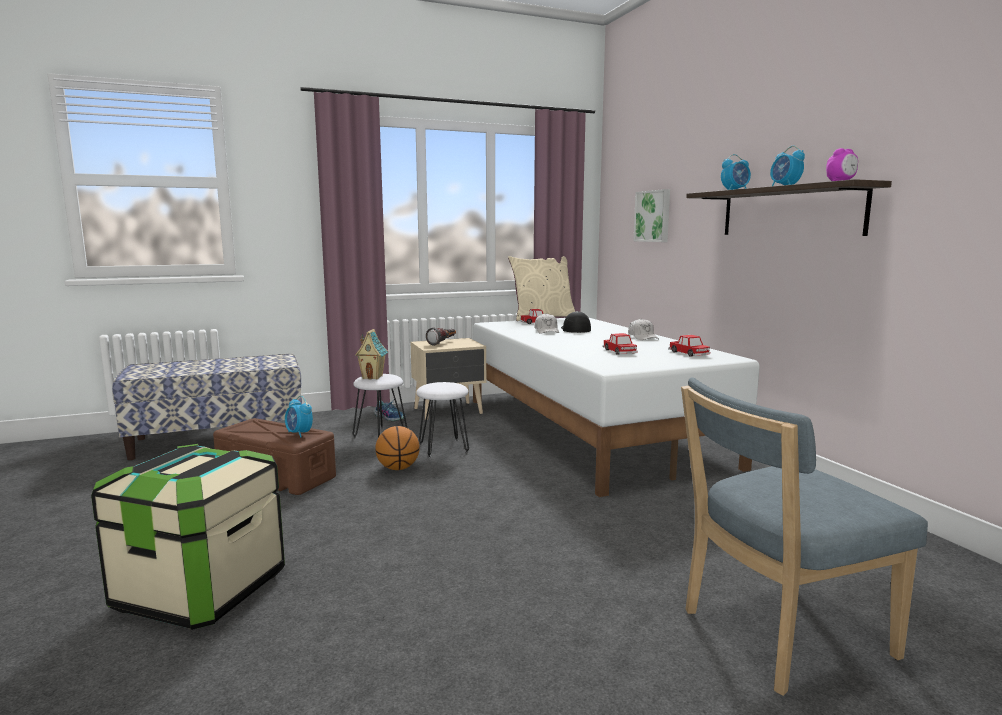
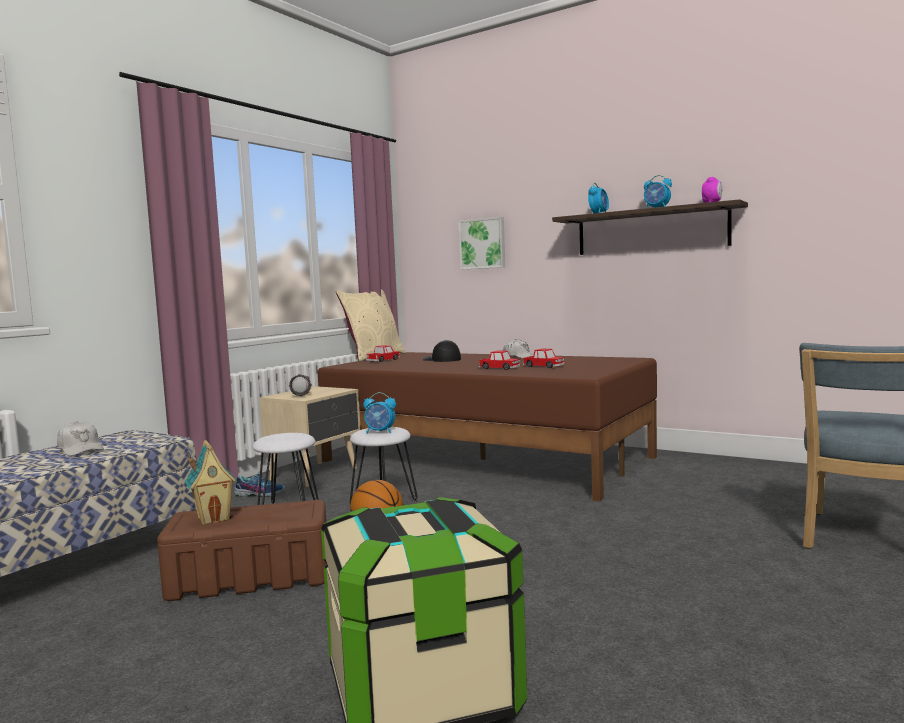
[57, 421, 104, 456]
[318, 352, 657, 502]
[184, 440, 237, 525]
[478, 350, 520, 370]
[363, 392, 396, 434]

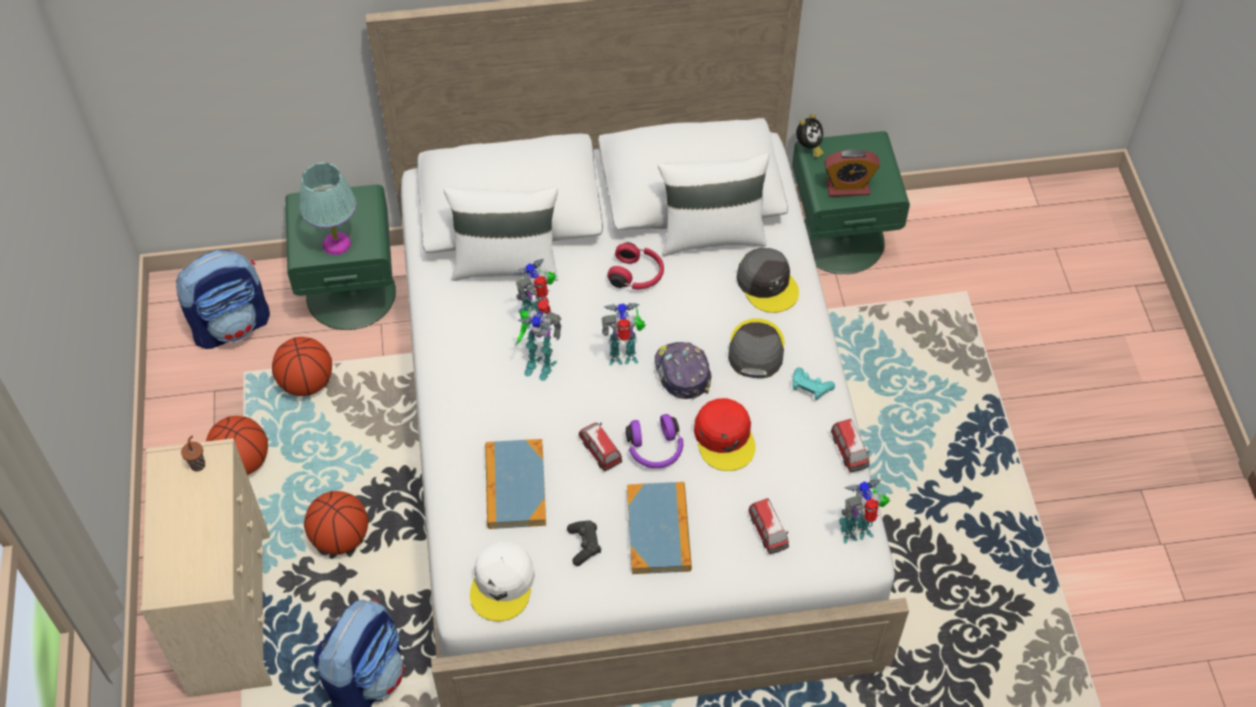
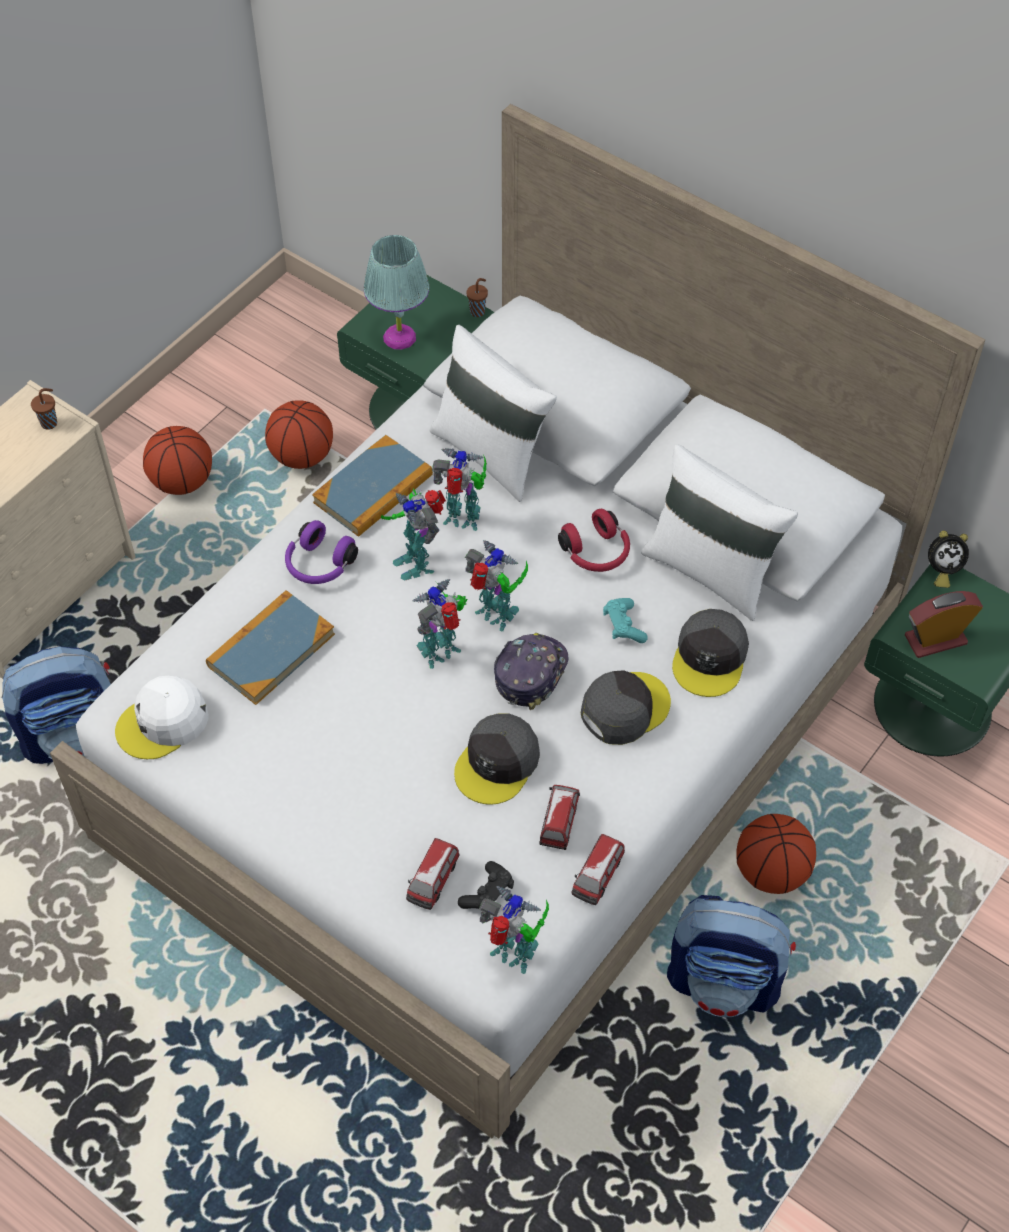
[905, 591, 983, 658]
[667, 895, 796, 1017]
[603, 598, 648, 643]
[454, 713, 540, 805]
[285, 520, 358, 584]
[540, 785, 580, 850]
[312, 435, 433, 537]
[736, 814, 816, 894]
[458, 861, 514, 909]
[466, 278, 488, 317]
[412, 579, 467, 669]

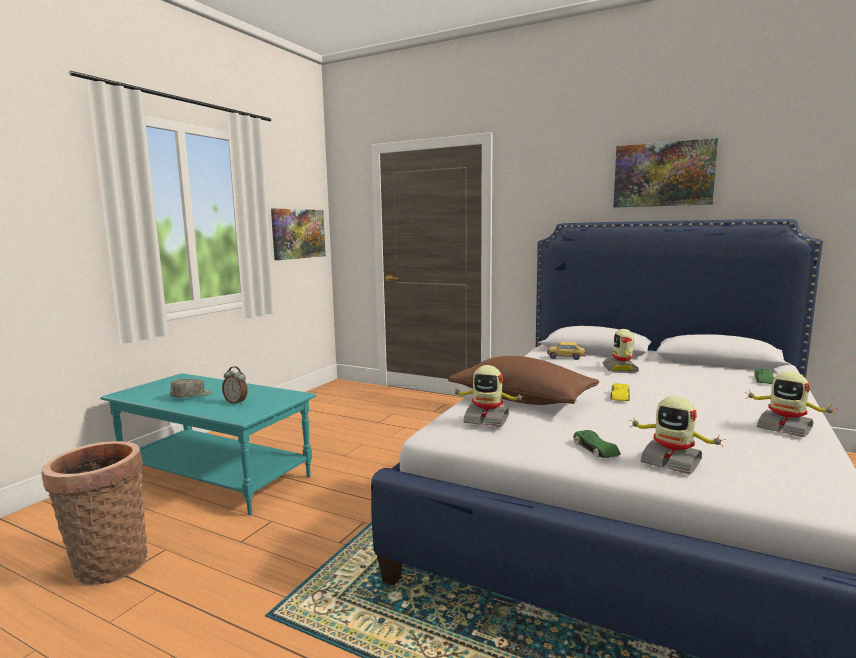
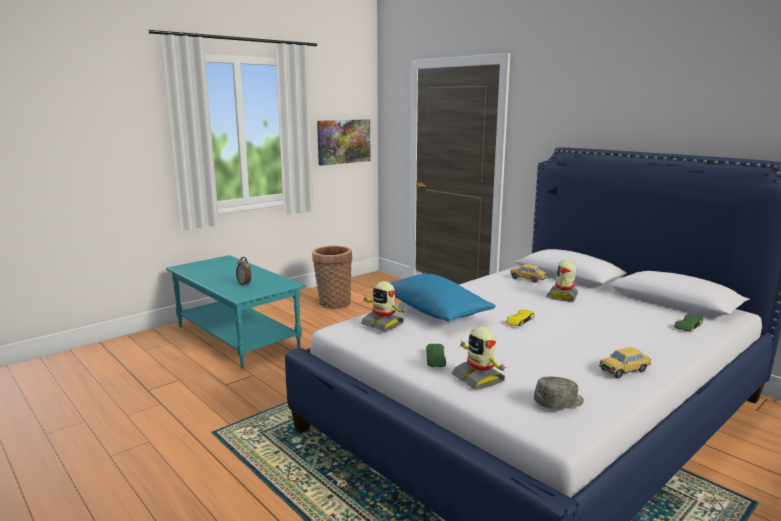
[613, 138, 718, 208] (first image)
[390, 274, 496, 322]
[599, 347, 651, 378]
[534, 377, 584, 410]
[312, 246, 352, 309]

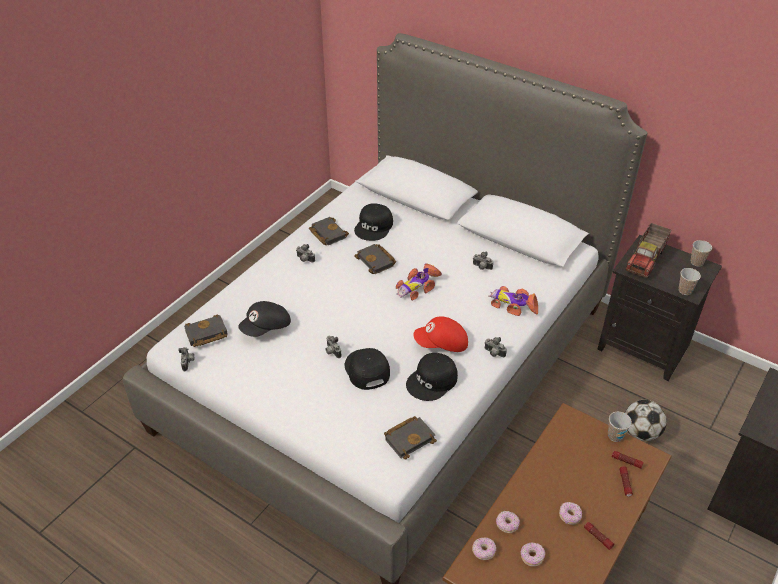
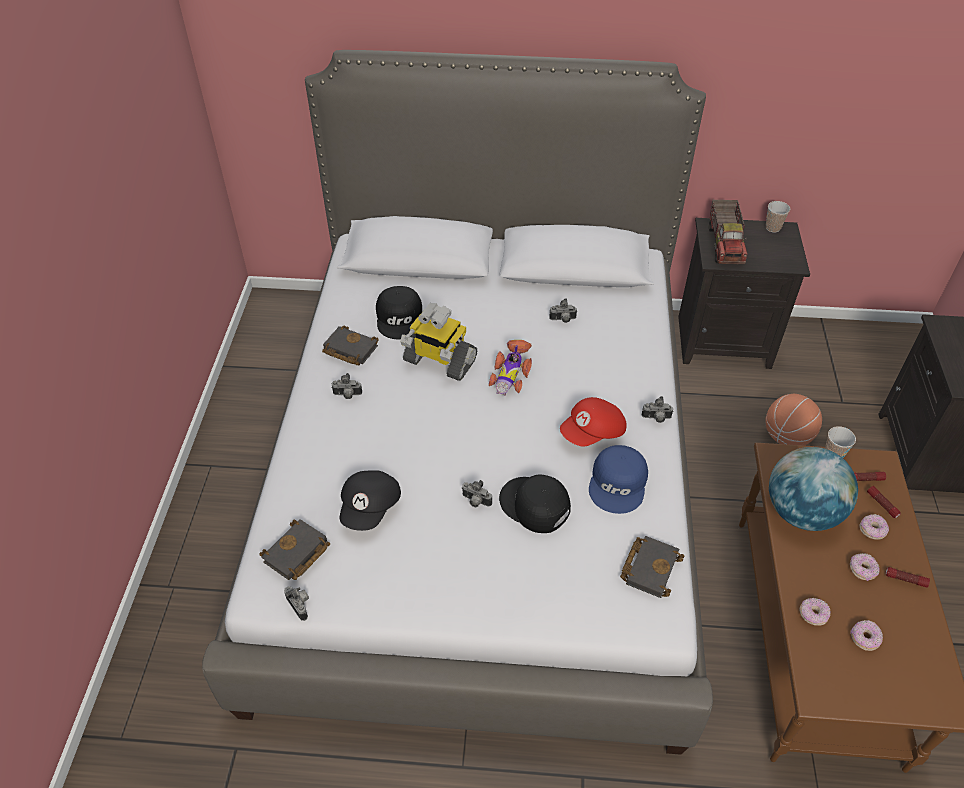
[400, 303, 477, 381]
[679, 268, 701, 295] (first image)
[488, 286, 538, 316] (first image)
[589, 445, 648, 514]
[765, 394, 822, 446]
[860, 514, 889, 540]
[769, 447, 858, 531]

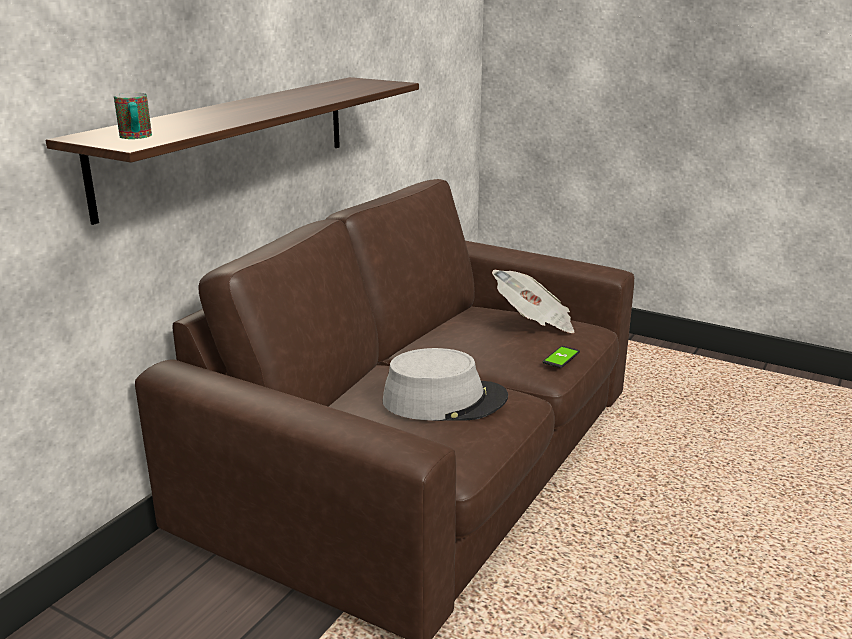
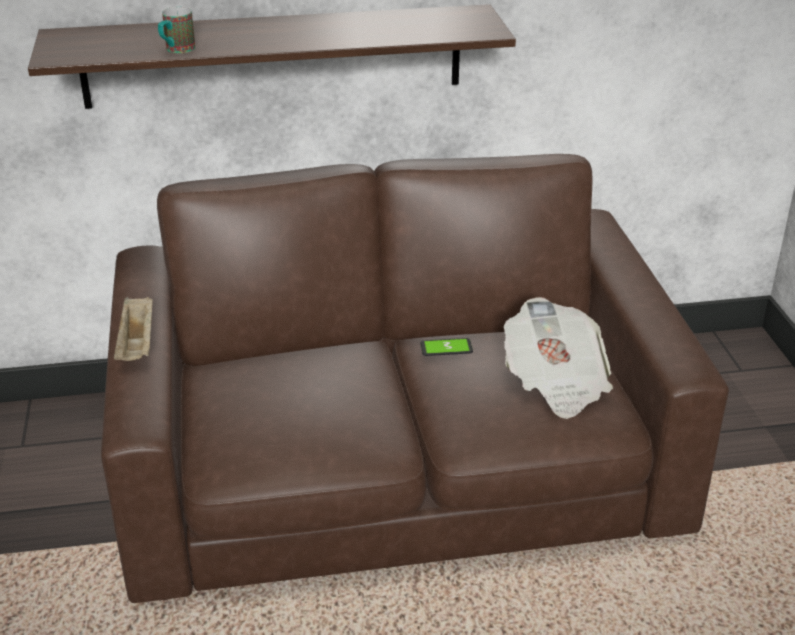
[158, 7, 195, 53]
[420, 338, 473, 356]
[383, 348, 508, 421] (first image)
[114, 297, 153, 361]

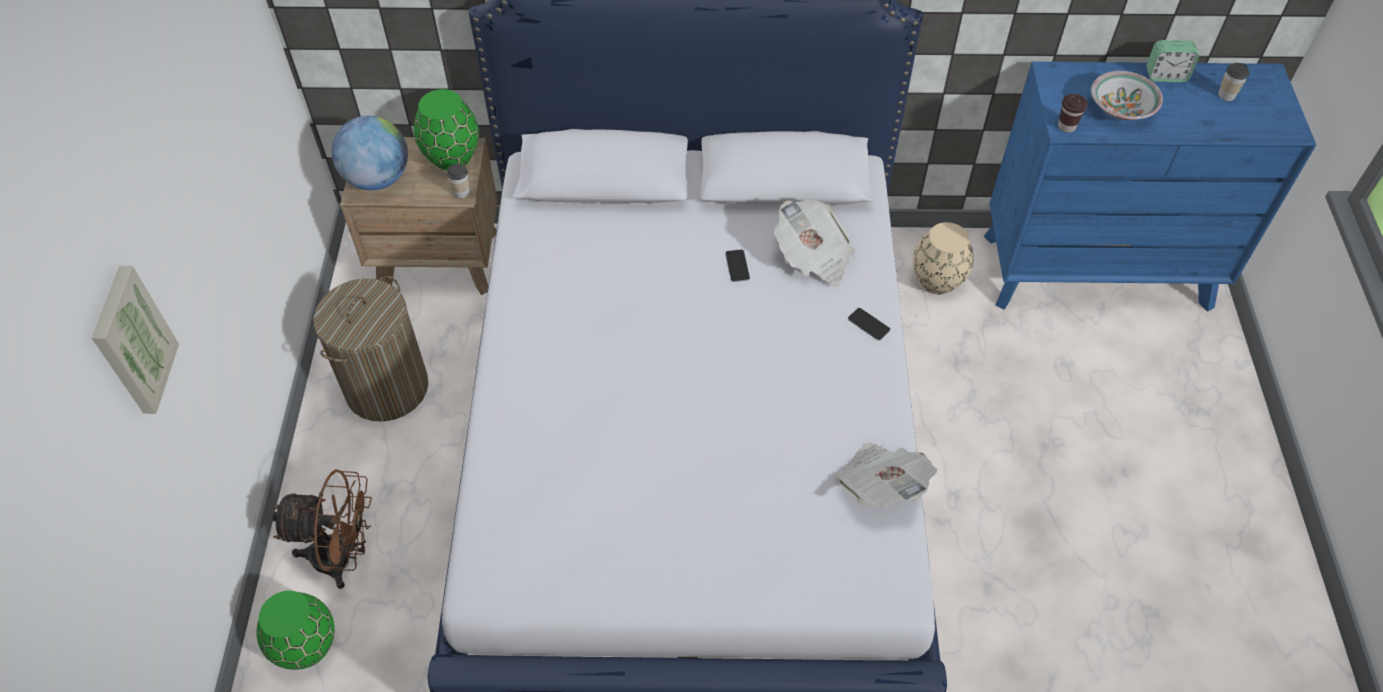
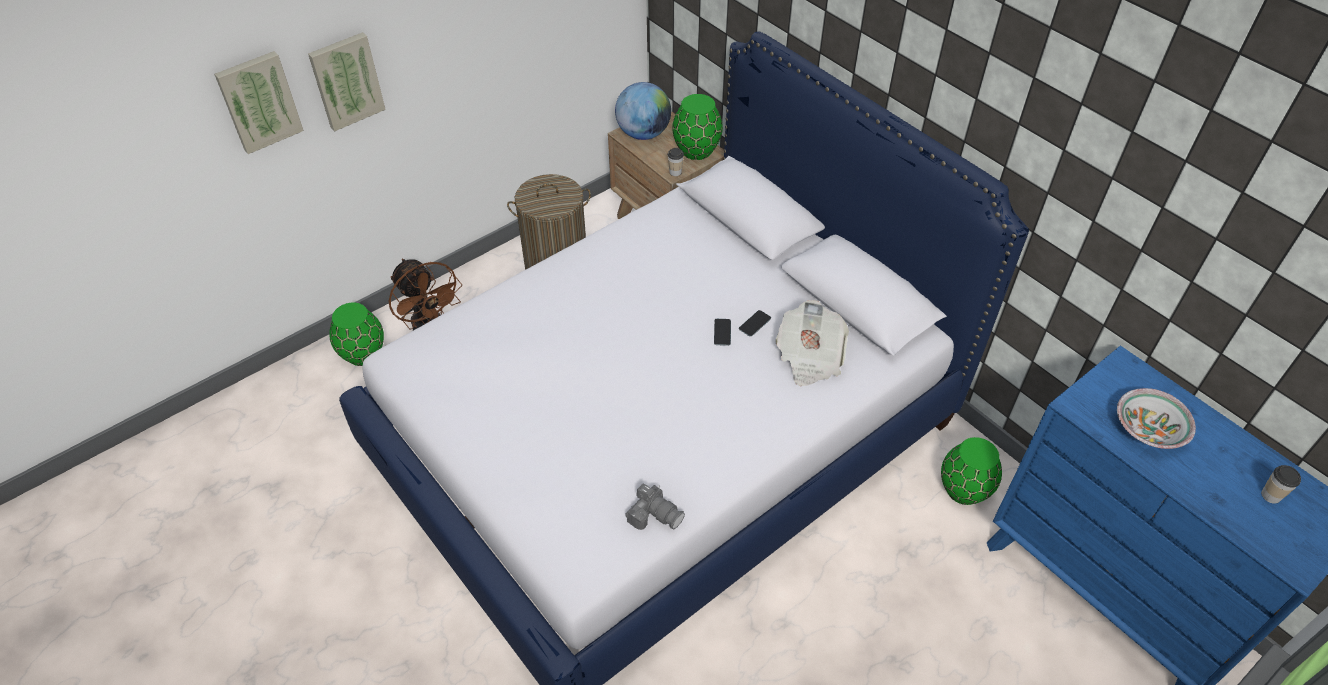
[1146, 40, 1199, 82] (first image)
[1058, 94, 1088, 133] (first image)
[941, 437, 1002, 505]
[714, 319, 731, 346]
[625, 483, 685, 530]
[214, 51, 304, 154]

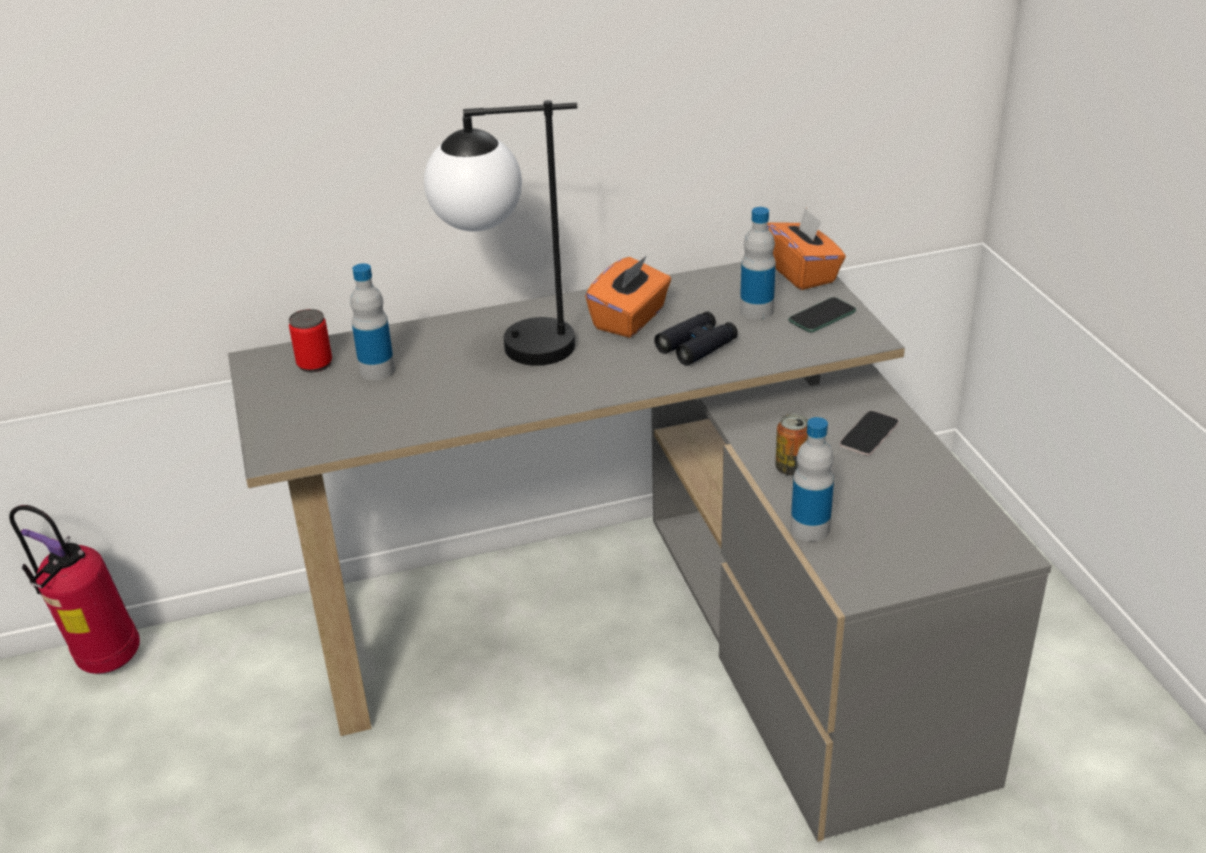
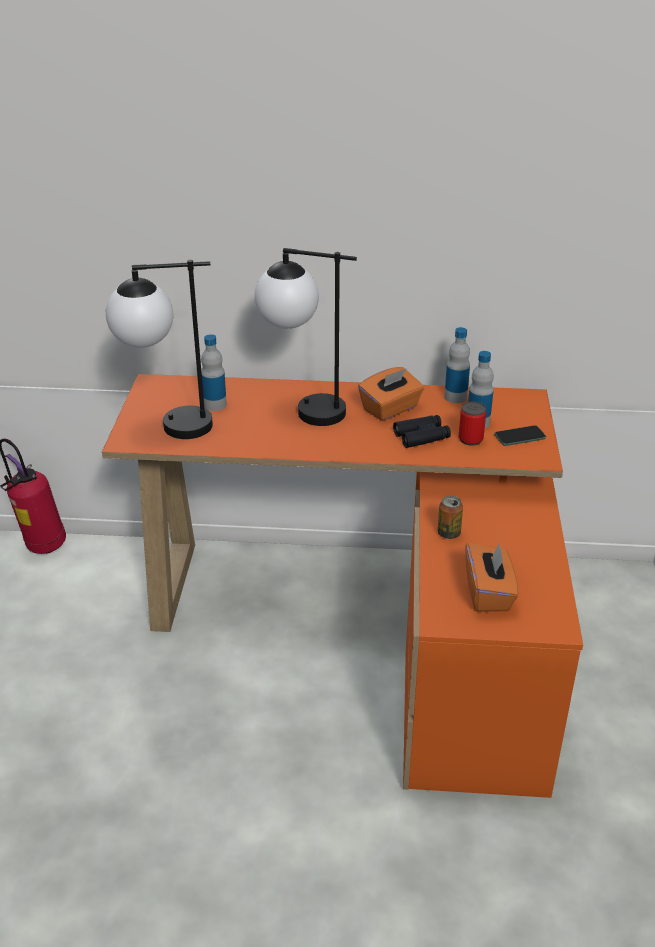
[465, 543, 519, 612]
[102, 374, 583, 798]
[459, 402, 486, 446]
[840, 411, 899, 456] (first image)
[444, 327, 470, 403]
[106, 260, 213, 439]

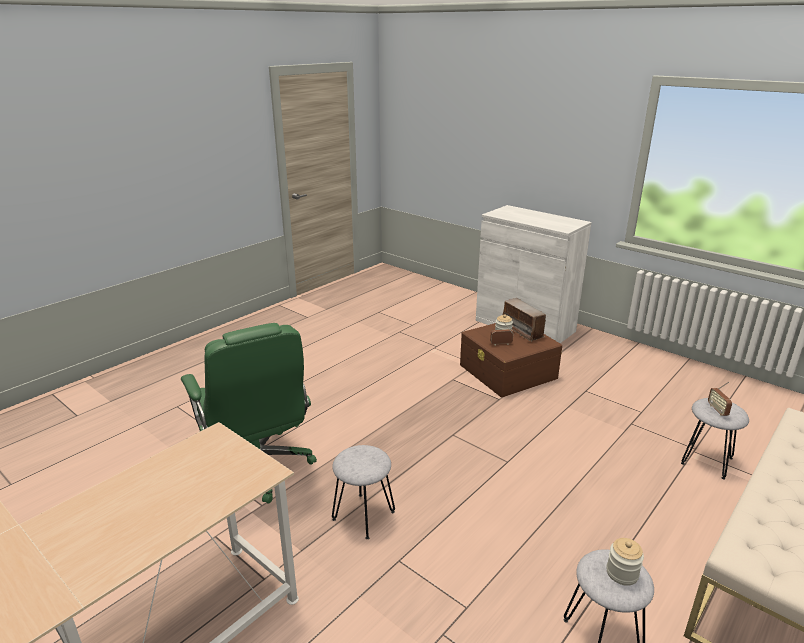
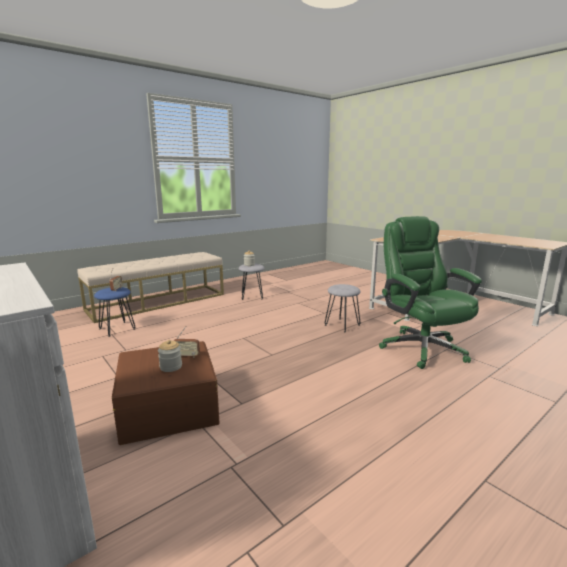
[503, 298, 548, 342] (first image)
[94, 287, 135, 337]

